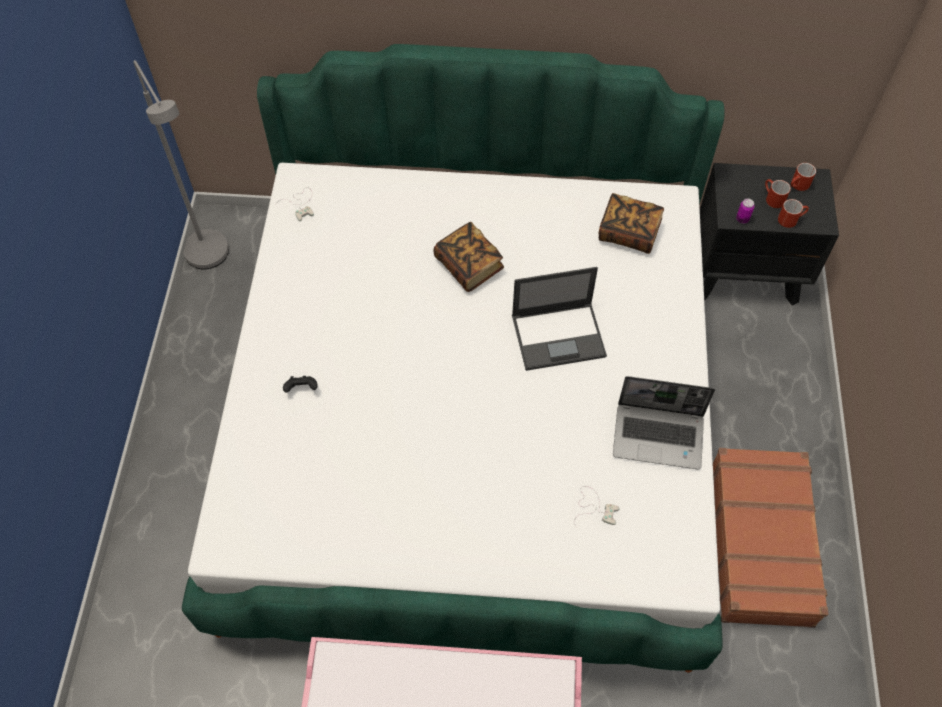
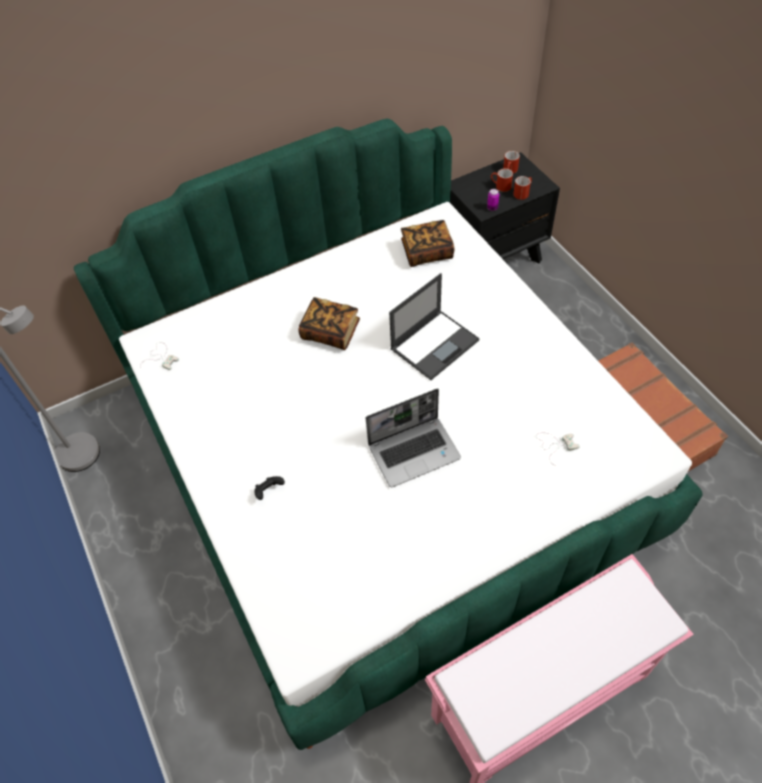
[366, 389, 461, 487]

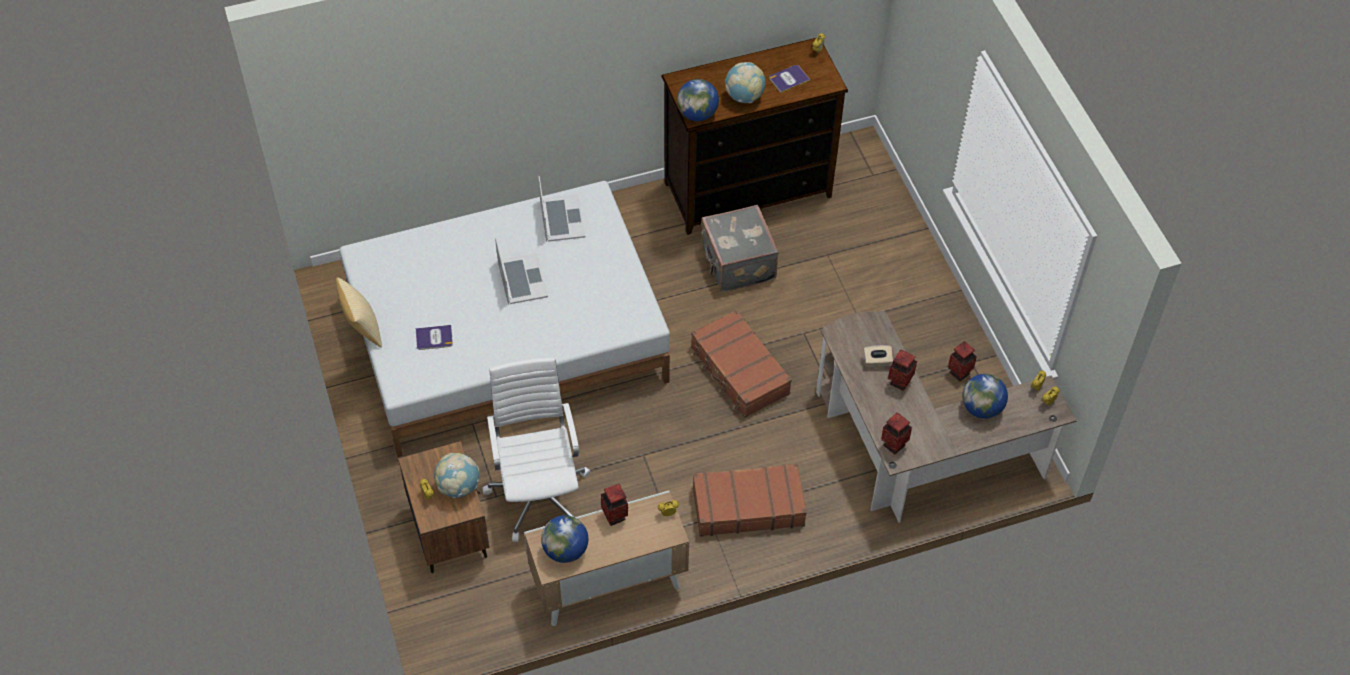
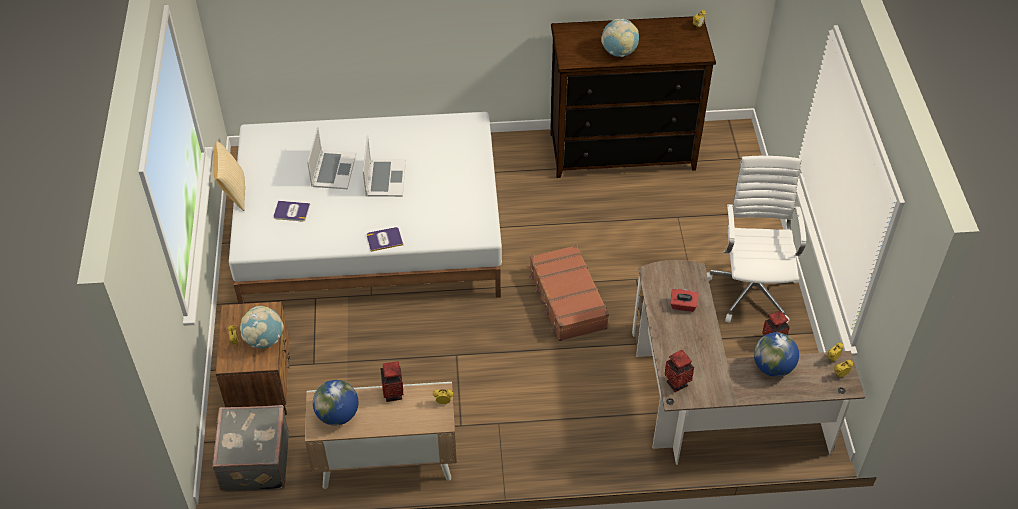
[367, 227, 403, 252]
[677, 79, 719, 121] (first image)
[307, 126, 356, 189]
[212, 405, 289, 492]
[670, 289, 699, 312]
[888, 350, 917, 391] (first image)
[707, 156, 806, 323]
[693, 463, 807, 537] (first image)

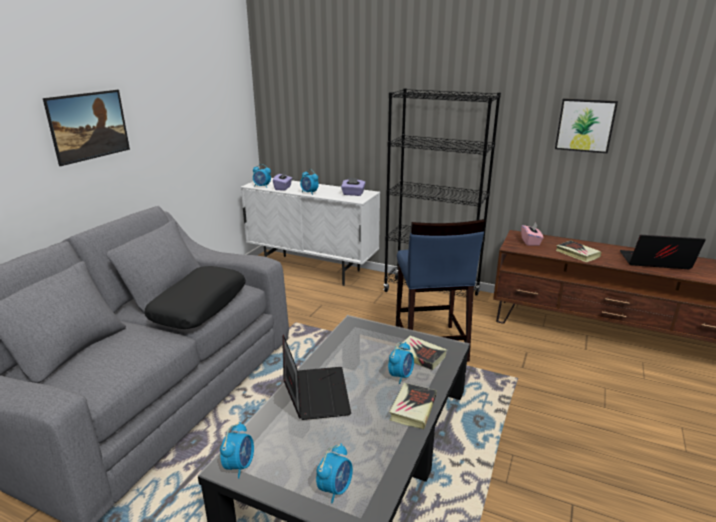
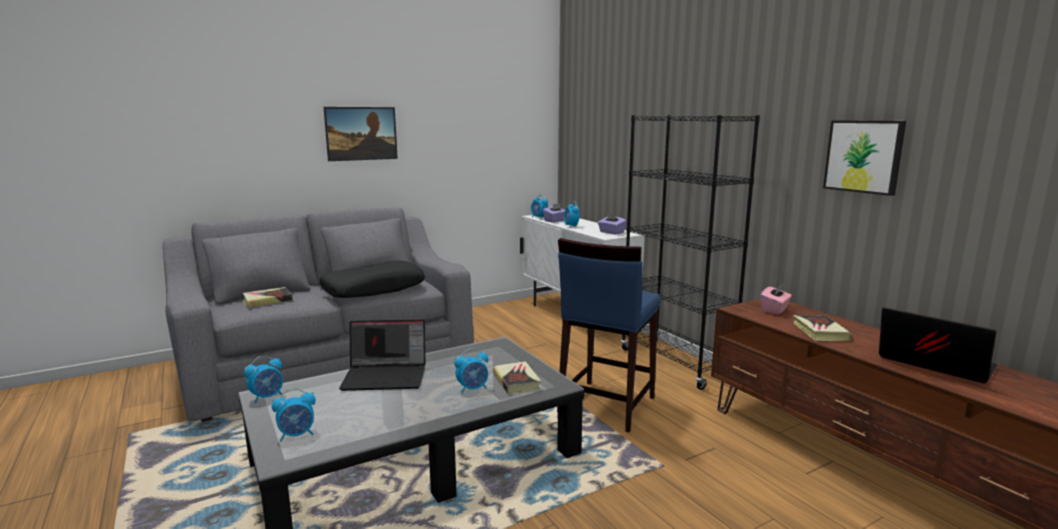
[339, 320, 425, 391]
[243, 287, 293, 308]

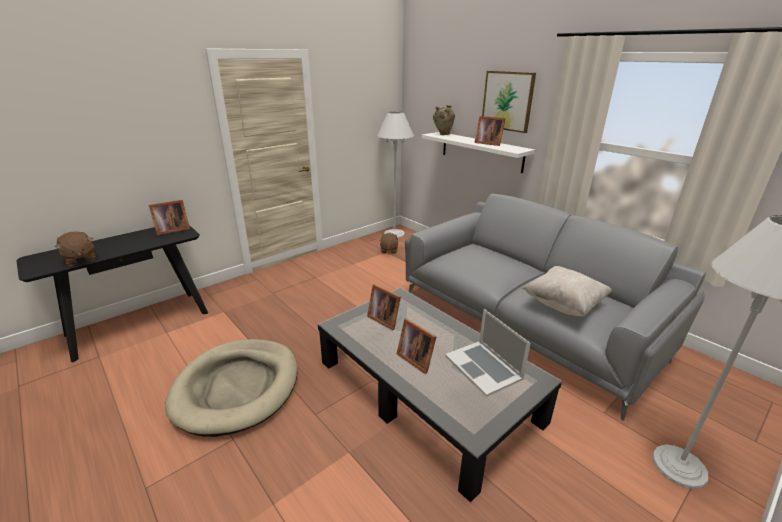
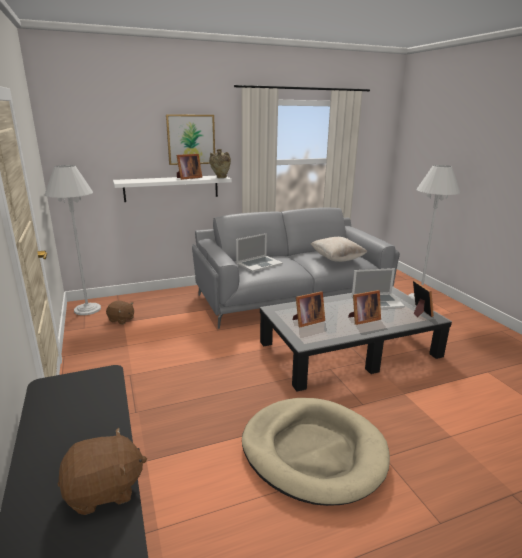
[209, 149, 231, 178]
[413, 280, 434, 317]
[236, 233, 283, 272]

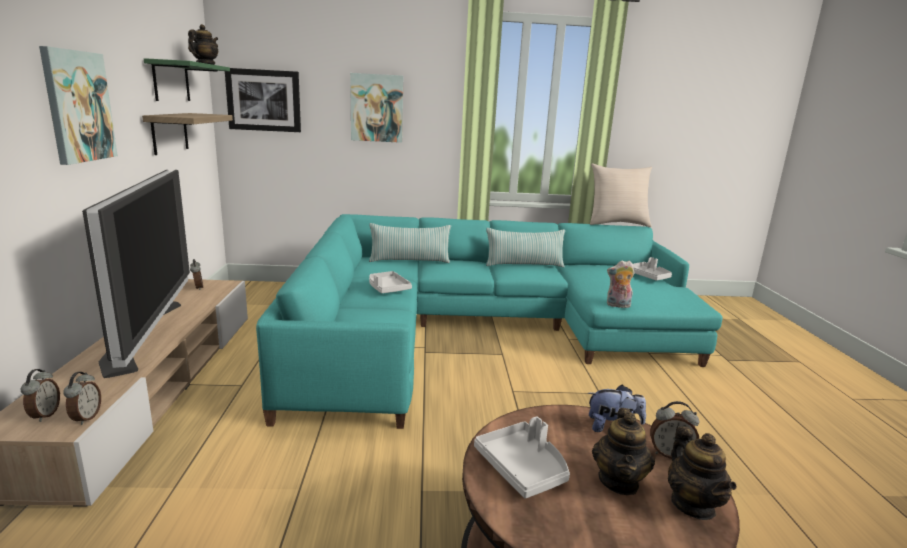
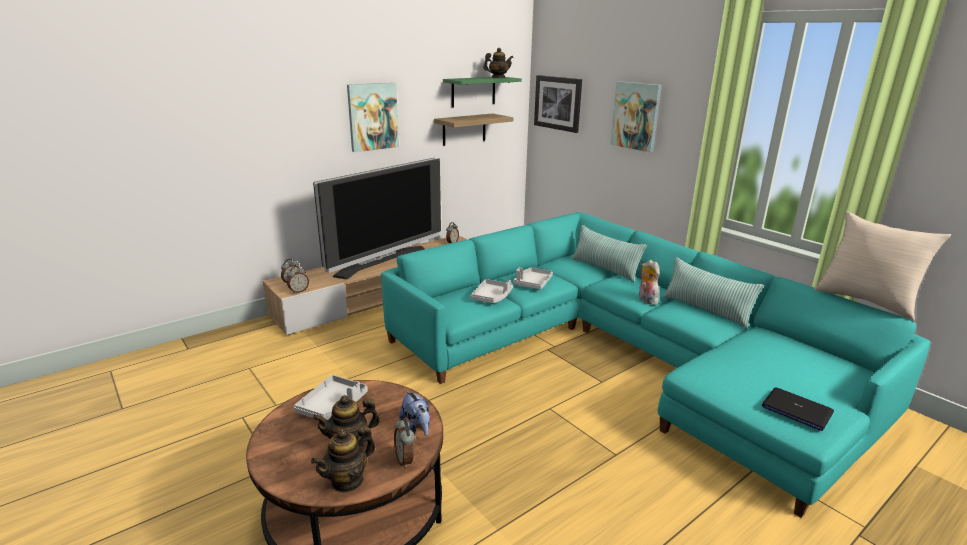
[470, 279, 513, 303]
[639, 260, 660, 305]
[762, 387, 834, 431]

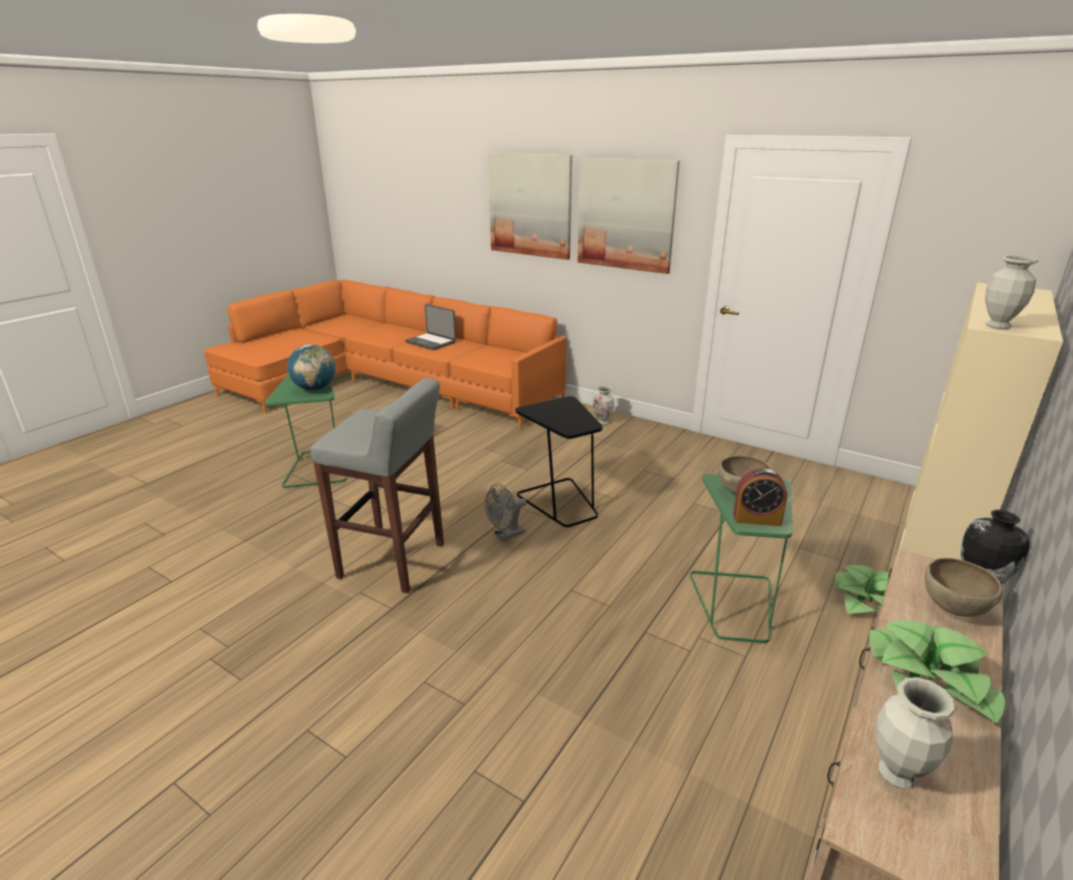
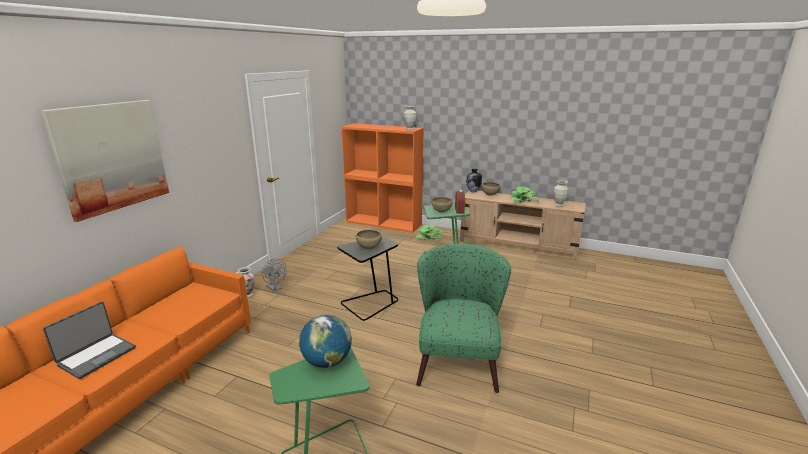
[577, 157, 680, 274] (first image)
[341, 123, 423, 233]
[416, 244, 511, 393]
[262, 259, 287, 291]
[356, 230, 382, 249]

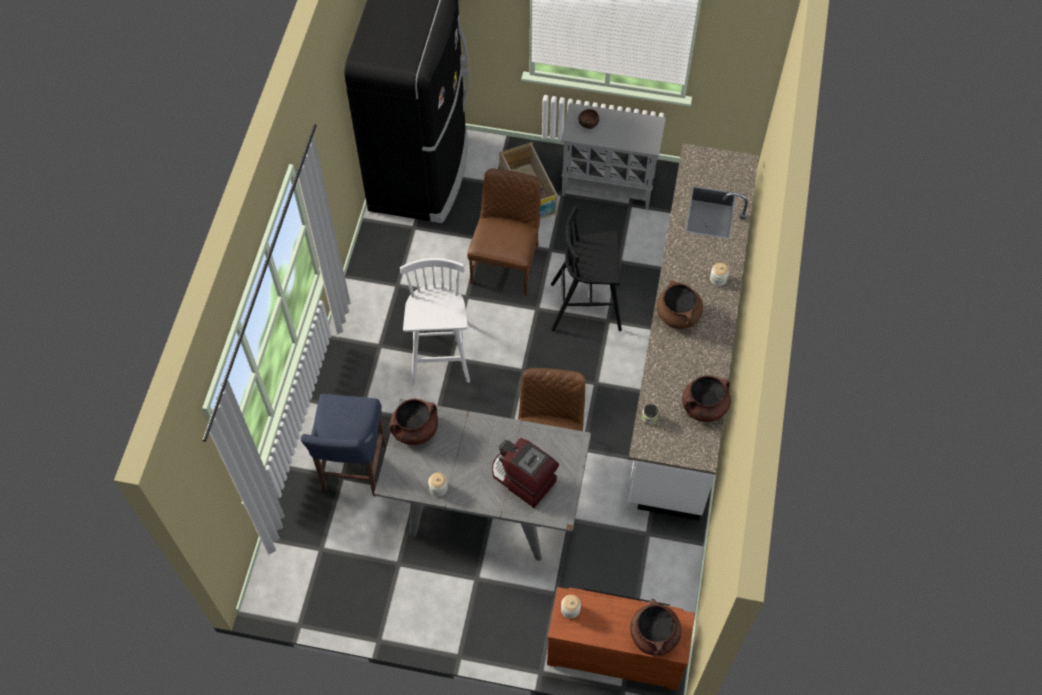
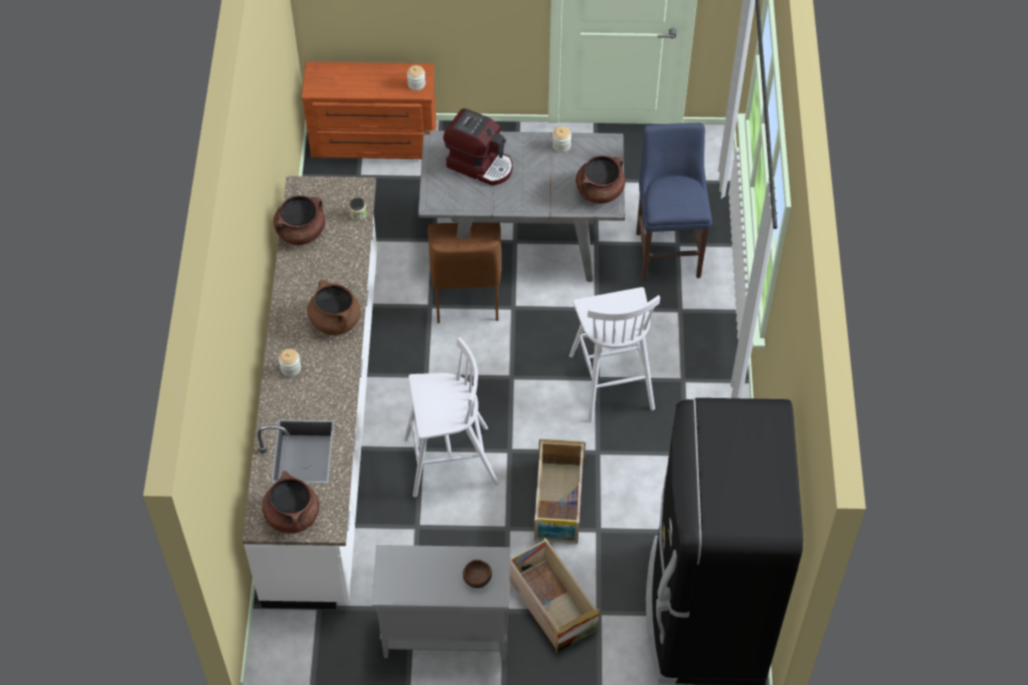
[534, 439, 586, 544]
[404, 337, 499, 497]
[262, 471, 319, 533]

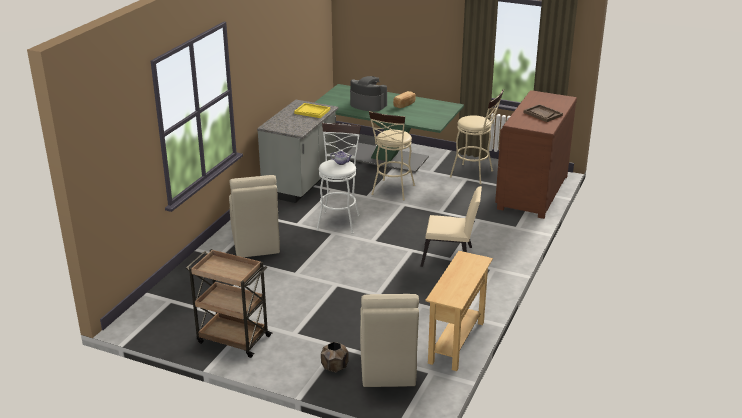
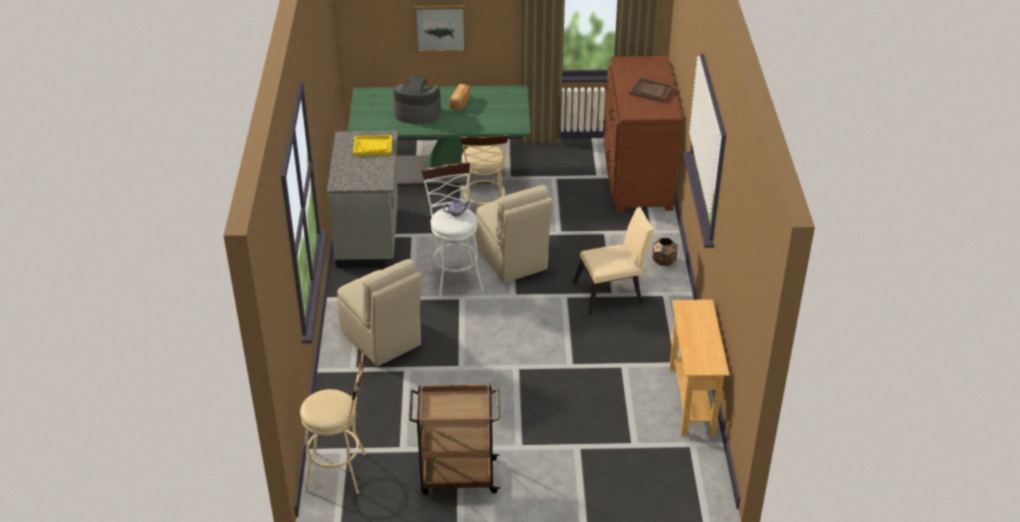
[300, 350, 366, 494]
[475, 185, 553, 283]
[652, 238, 678, 266]
[414, 5, 466, 52]

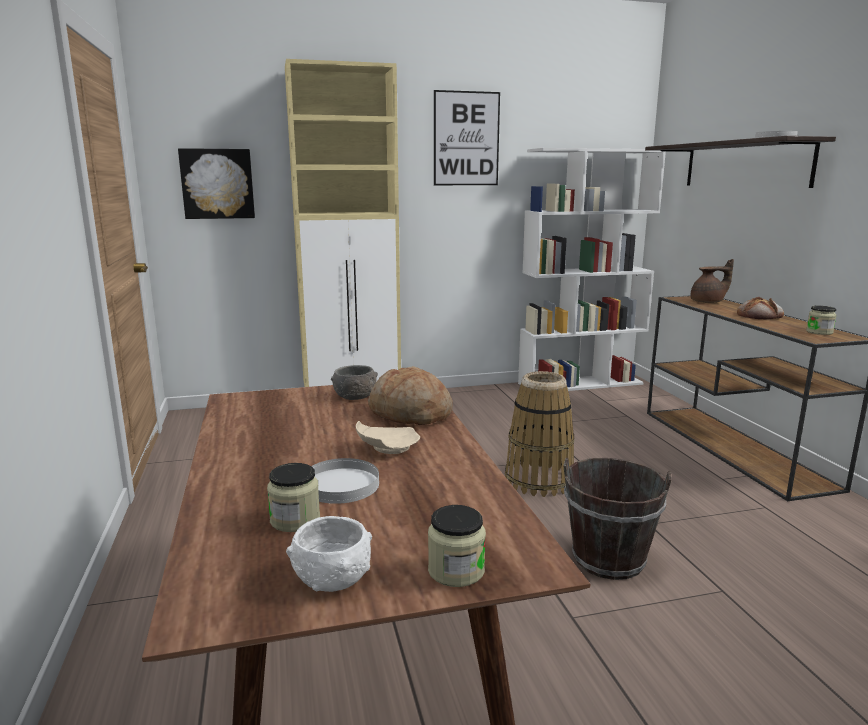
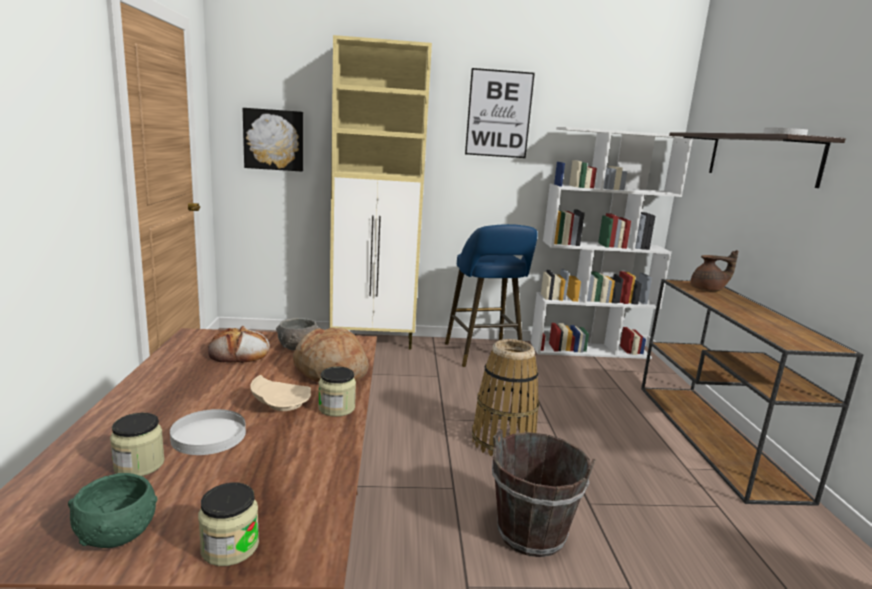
[208, 326, 270, 363]
[318, 366, 356, 417]
[68, 473, 157, 548]
[445, 224, 538, 367]

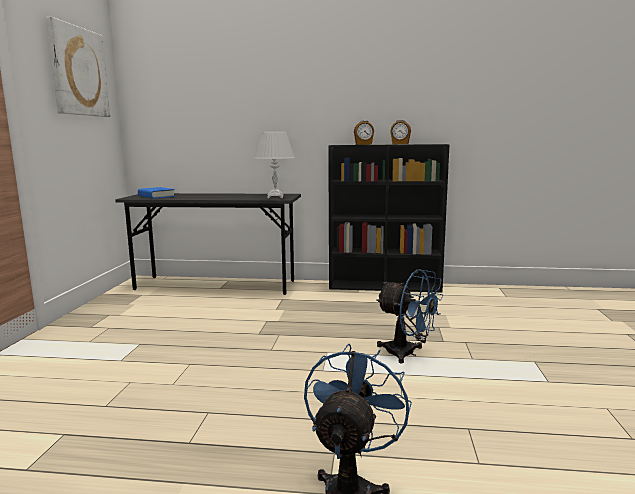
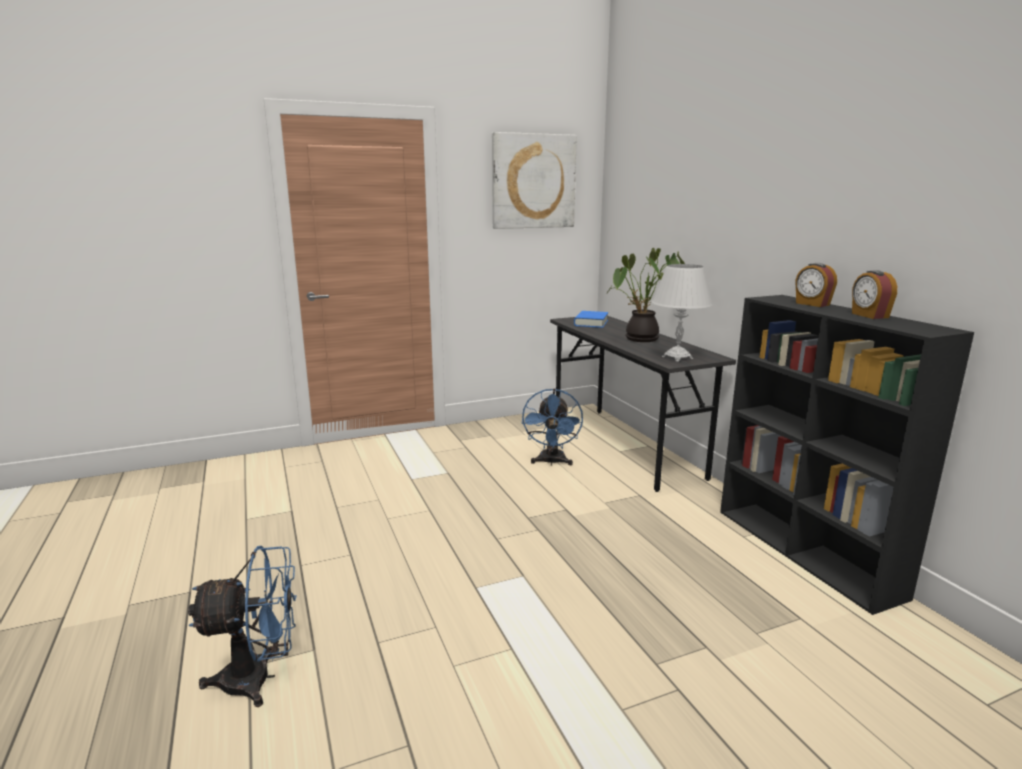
[522, 388, 583, 466]
[607, 248, 685, 342]

